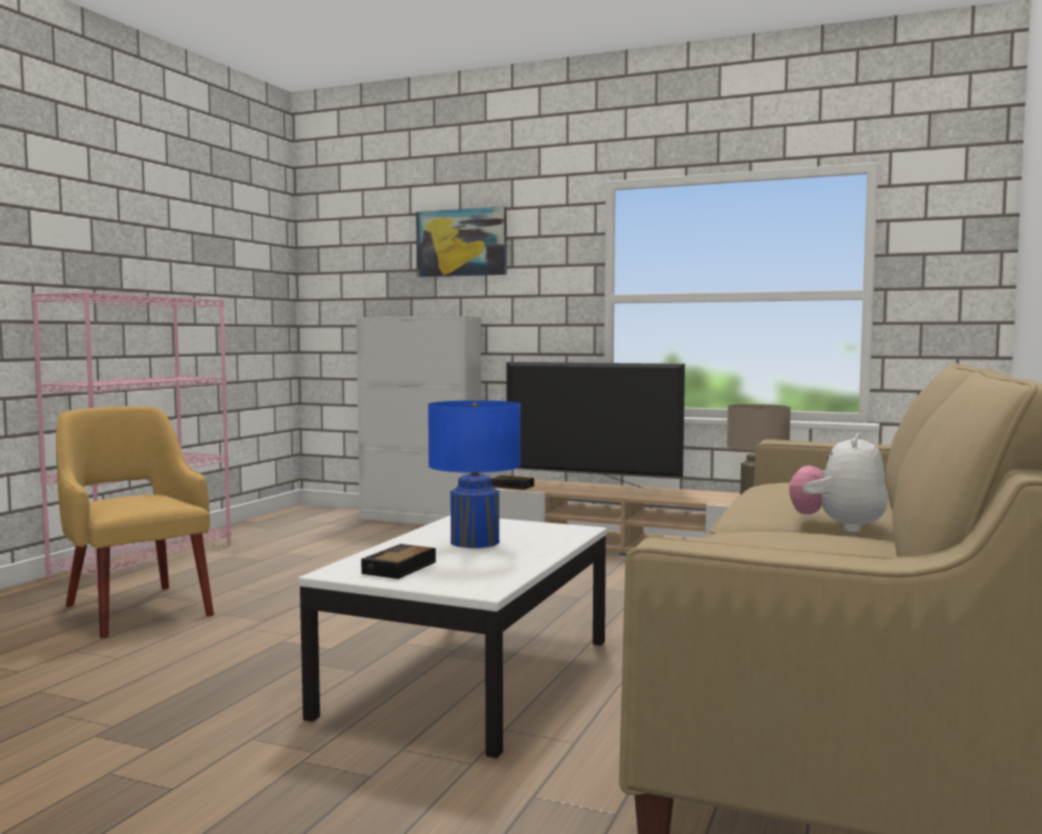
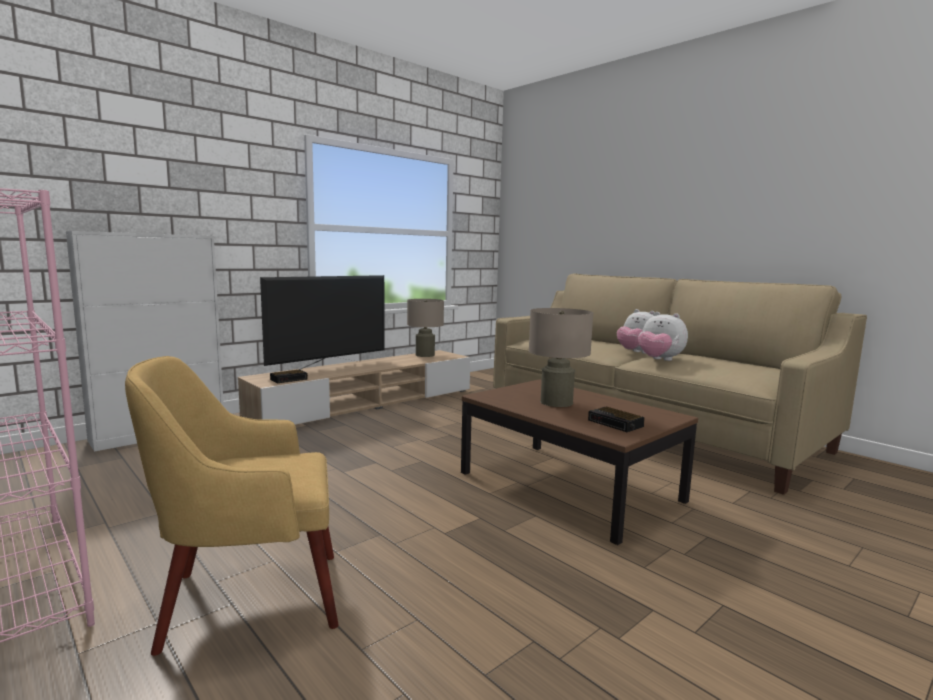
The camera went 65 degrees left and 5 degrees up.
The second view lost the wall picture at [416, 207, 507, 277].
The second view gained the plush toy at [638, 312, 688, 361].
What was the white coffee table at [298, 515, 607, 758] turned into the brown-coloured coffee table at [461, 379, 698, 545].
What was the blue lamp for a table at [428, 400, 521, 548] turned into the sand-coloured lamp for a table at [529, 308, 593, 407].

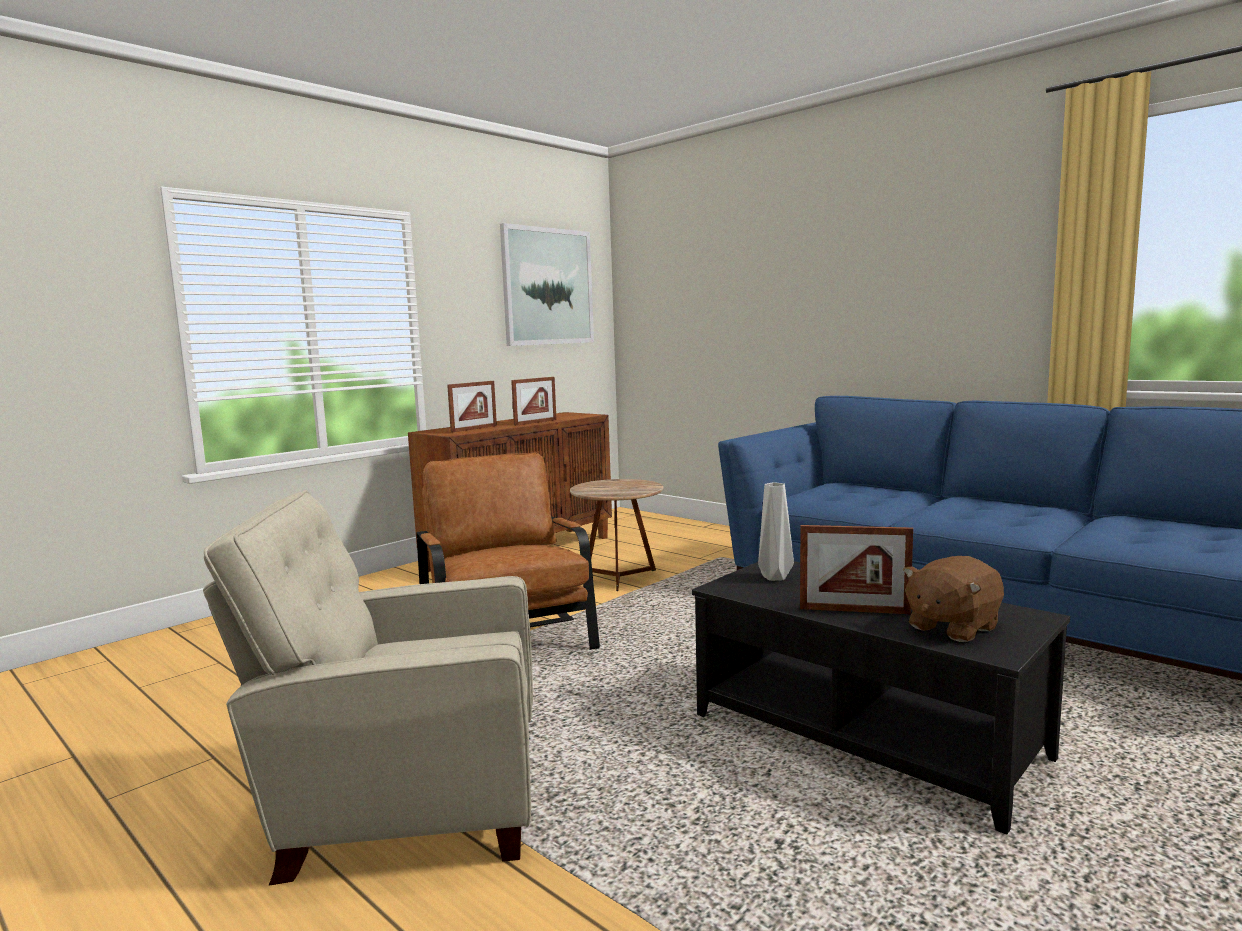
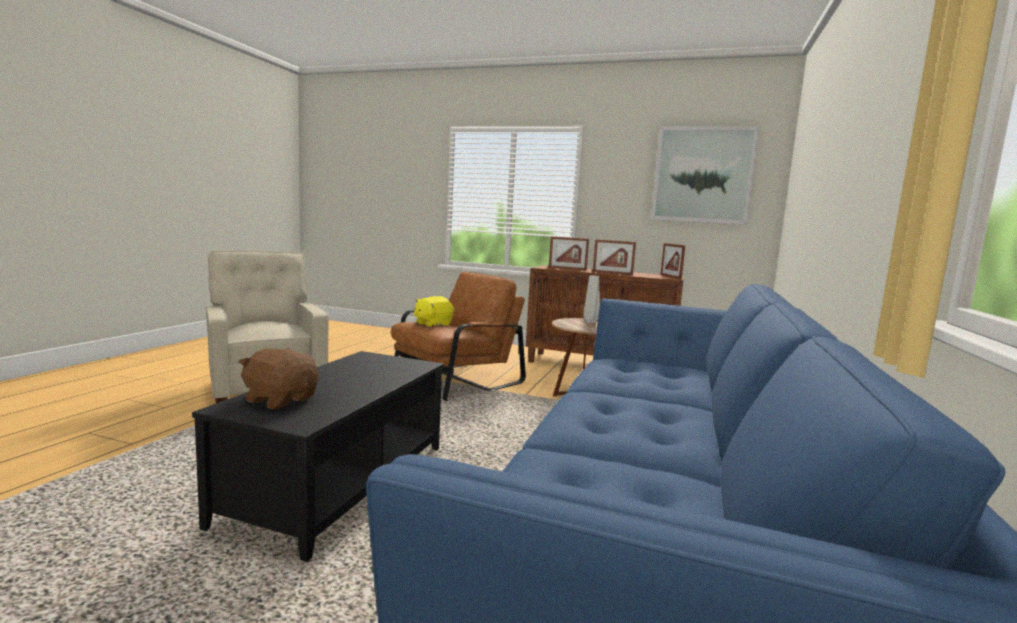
The camera went 65 degrees right and 0 degrees up.
The second view gained the yellow plush toy at [414, 296, 454, 327].
The gray decorative vase ended up elsewhere, having gone from [758, 482, 794, 581] to [583, 276, 600, 323].
The photo frame ended up elsewhere, having gone from [800, 525, 913, 614] to [661, 243, 685, 280].

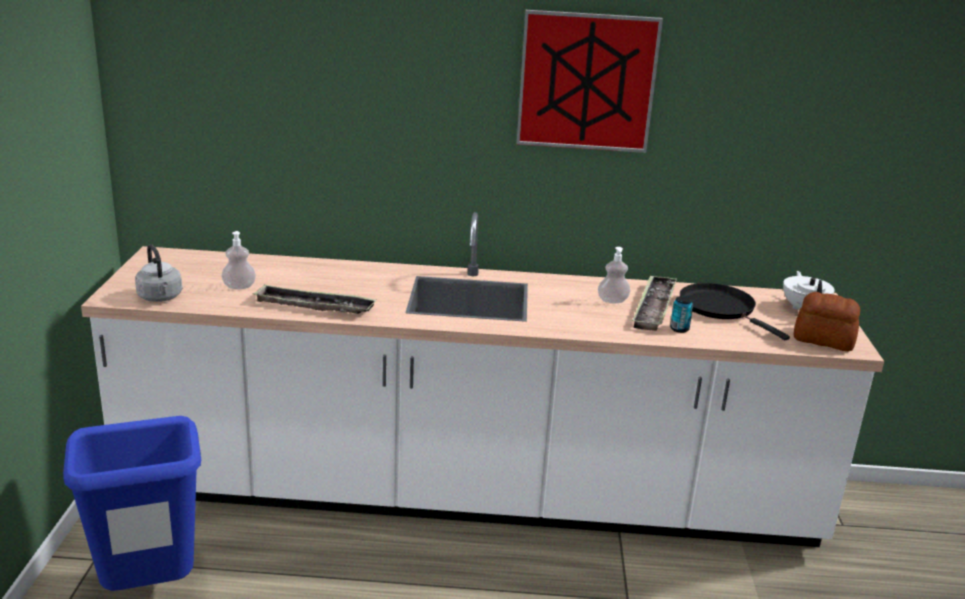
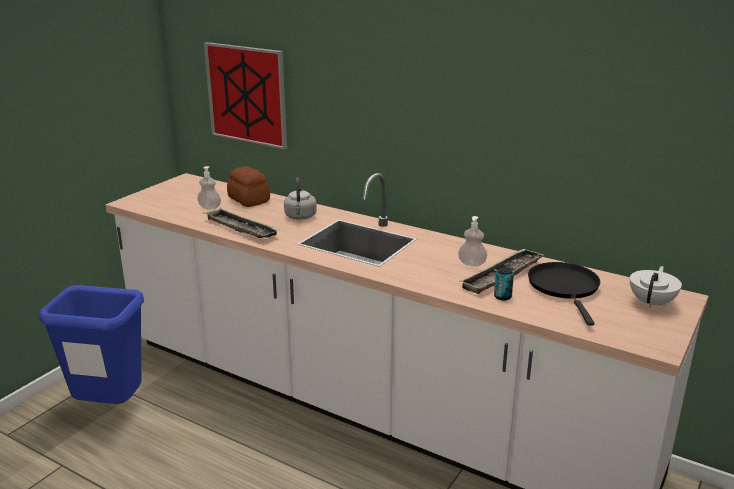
The camera went 30 degrees right and 0 degrees up.
The gray kettle ended up elsewhere, having gone from [135, 244, 182, 302] to [284, 177, 317, 220].
The wall picture ended up elsewhere, having gone from [516, 10, 663, 153] to [204, 42, 287, 149].
The bread ended up elsewhere, having gone from [793, 292, 860, 351] to [227, 166, 270, 207].

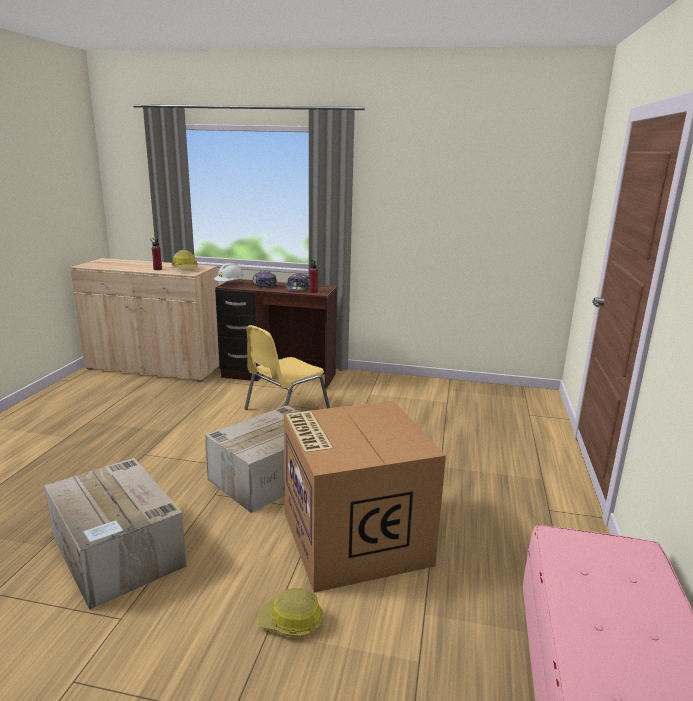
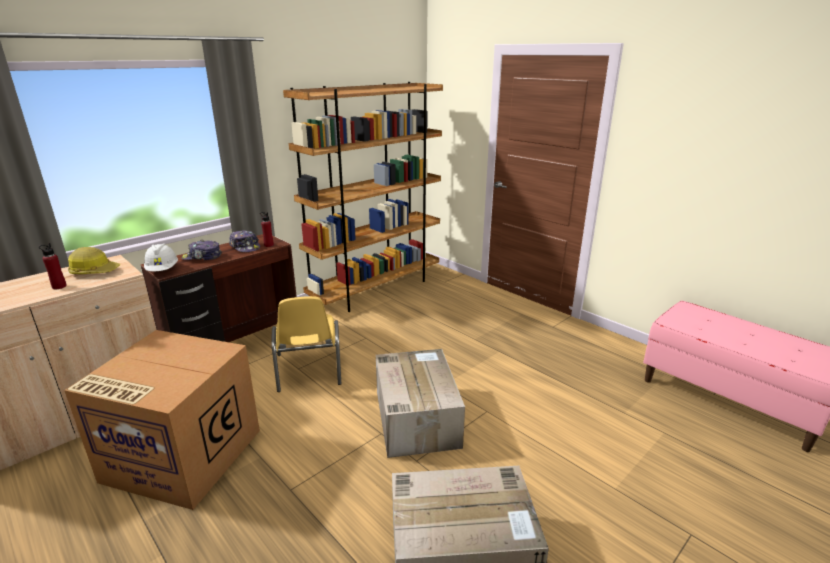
The camera went 55 degrees left and 5 degrees up.
The second view lost the work helmet at [257, 588, 323, 637].
The second view gained the brown-coloured bookcase at [283, 82, 443, 312].
The cardboard box ended up elsewhere, having gone from [284, 401, 446, 593] to [64, 330, 260, 510].

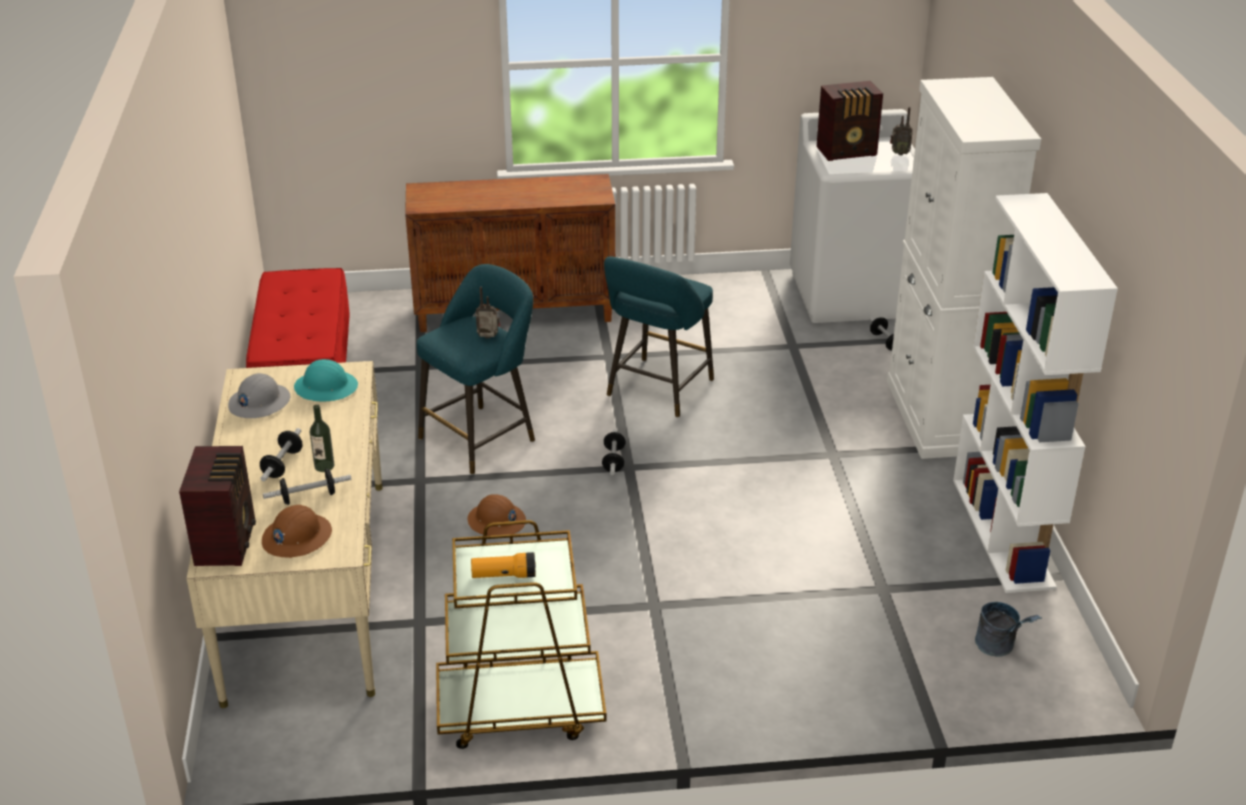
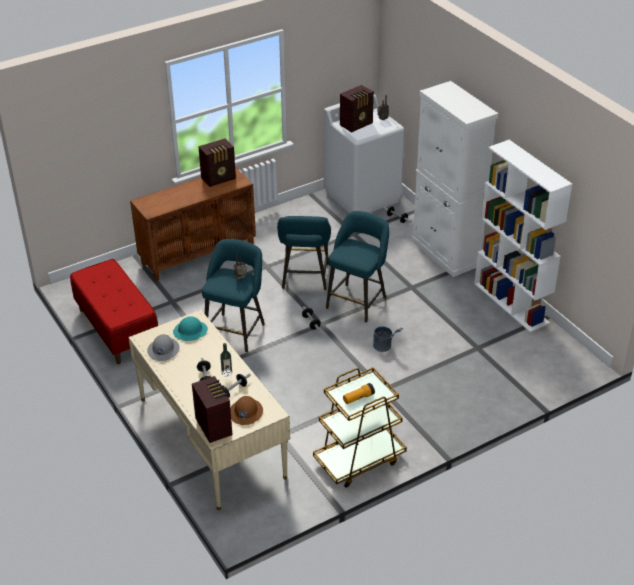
The camera went 25 degrees left and 5 degrees up.
The second view lost the brown-coloured work helmet at [468, 494, 526, 536].
The second view gained the radio at [198, 138, 236, 187].
The second view gained the turquoise-coloured stool seat at [326, 211, 390, 323].
The gray pail ended up elsewhere, having gone from [975, 602, 1042, 657] to [373, 327, 404, 352].

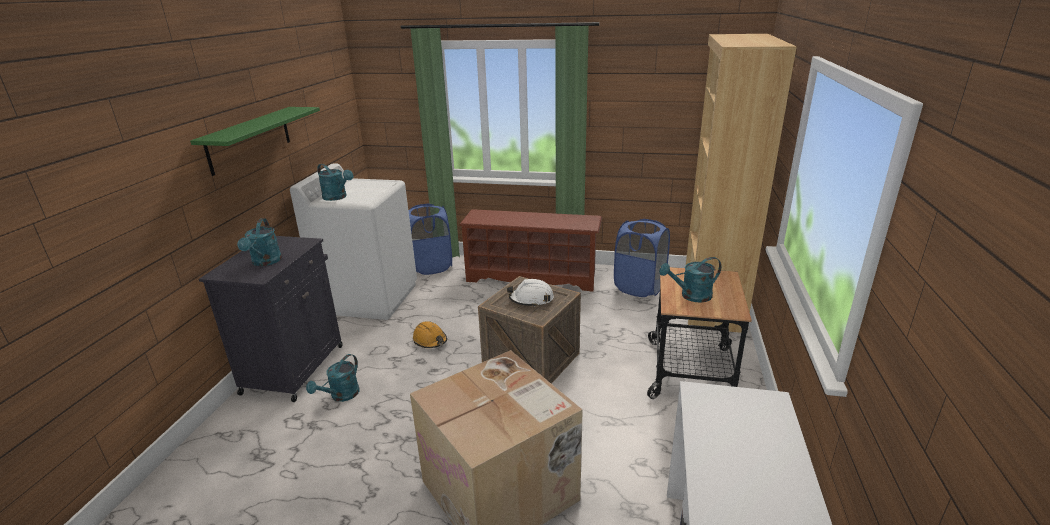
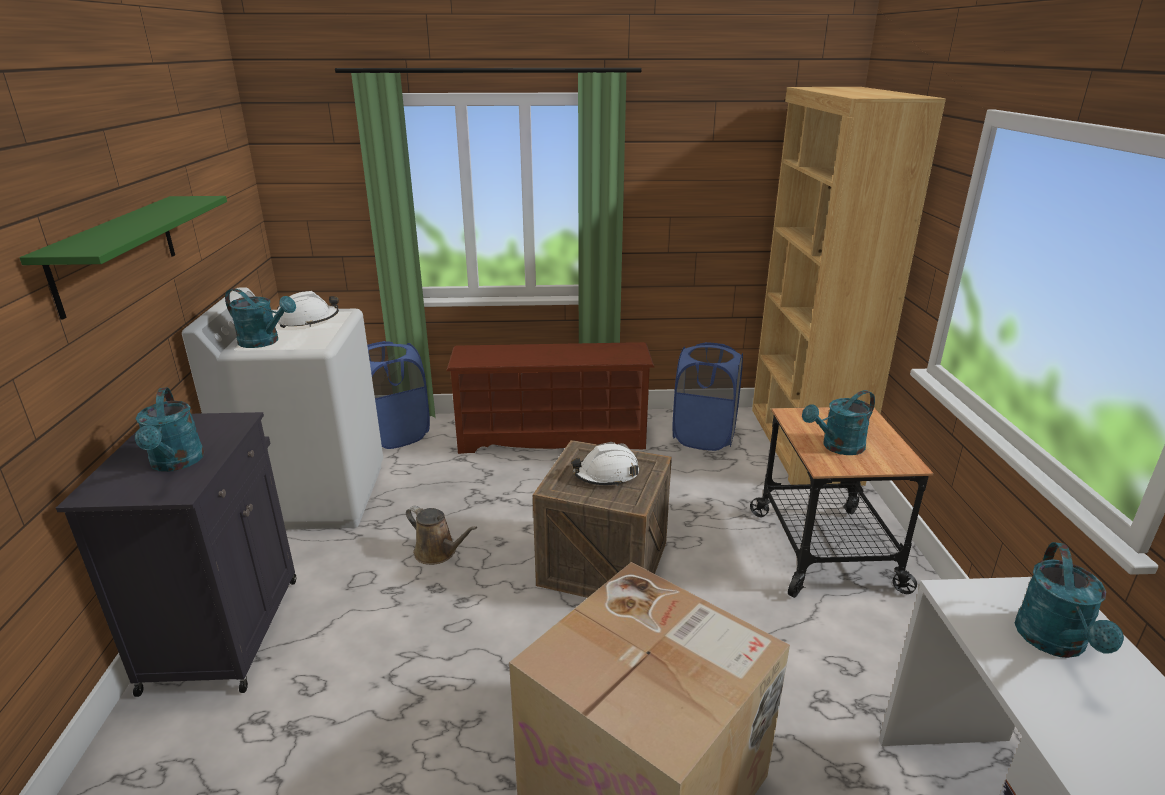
The camera went 15 degrees left and 0 degrees up.
The second view gained the white work helmet at [277, 291, 339, 328].
The turquoise-coloured watering pot ended up elsewhere, having gone from [306, 354, 359, 402] to [1015, 542, 1124, 658].
Where the orange-coloured work helmet stood at [413, 321, 447, 348], the brown-coloured watering pot came to stand at [406, 506, 477, 565].

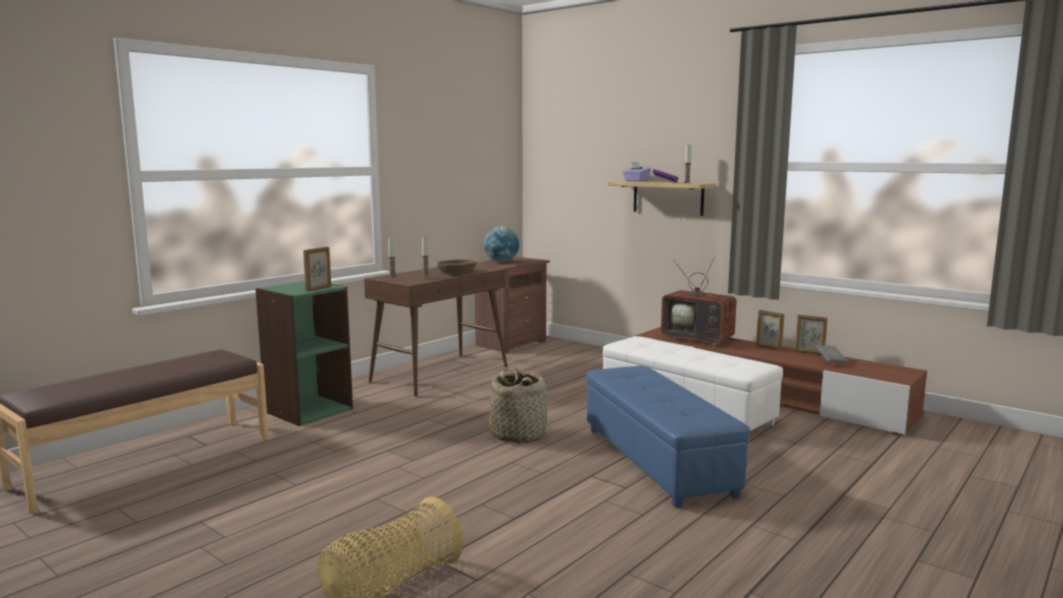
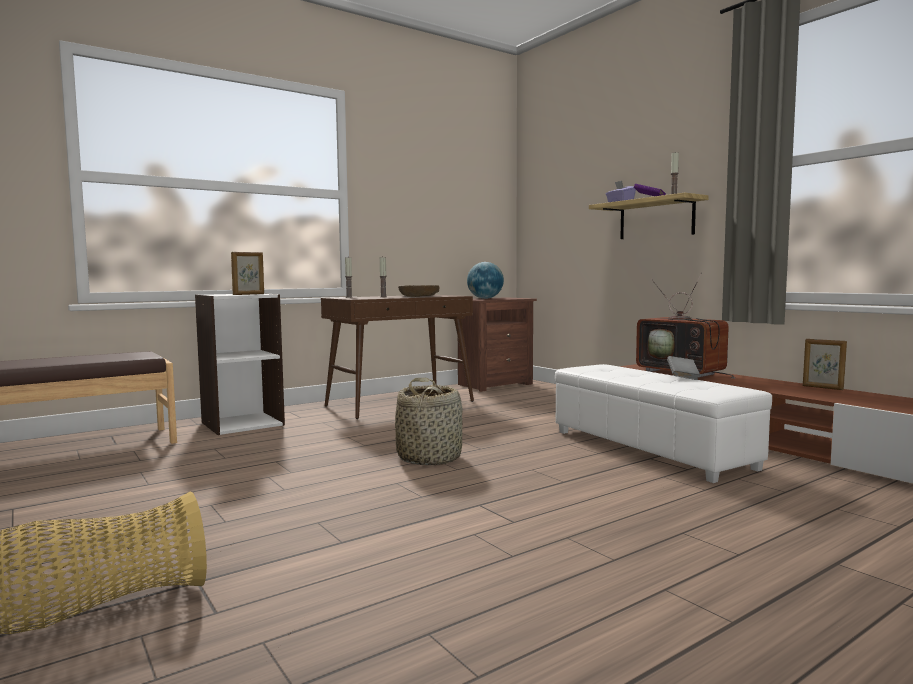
The camera went 15 degrees right and 5 degrees down.
The second view lost the blue ottoman at [586, 366, 750, 508].
The second view lost the photo frame at [756, 310, 784, 351].
The gray bound book ended up elsewhere, having gone from [816, 344, 848, 366] to [667, 356, 700, 380].
What was the greenish bookcase at [255, 281, 353, 426] turned into the white bookcase at [195, 293, 285, 435].

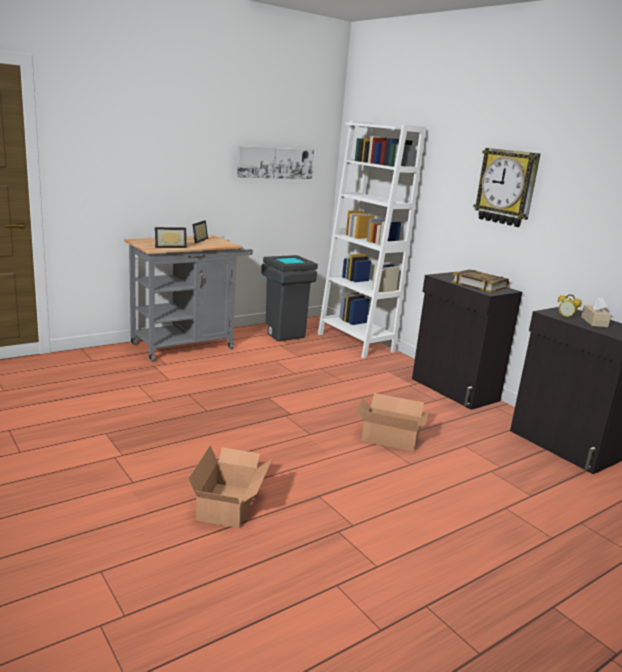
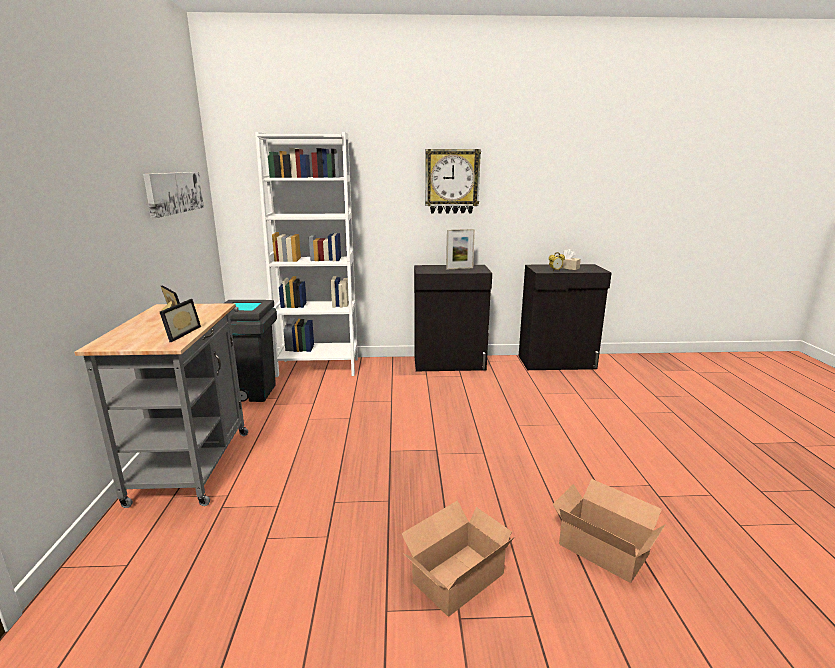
The camera went 55 degrees left and 0 degrees up.
The cardboard box ended up elsewhere, having gone from [357, 393, 429, 452] to [401, 500, 514, 617].
Where the bound book stood at [451, 269, 509, 293], the photo frame came to stand at [446, 229, 475, 269].

